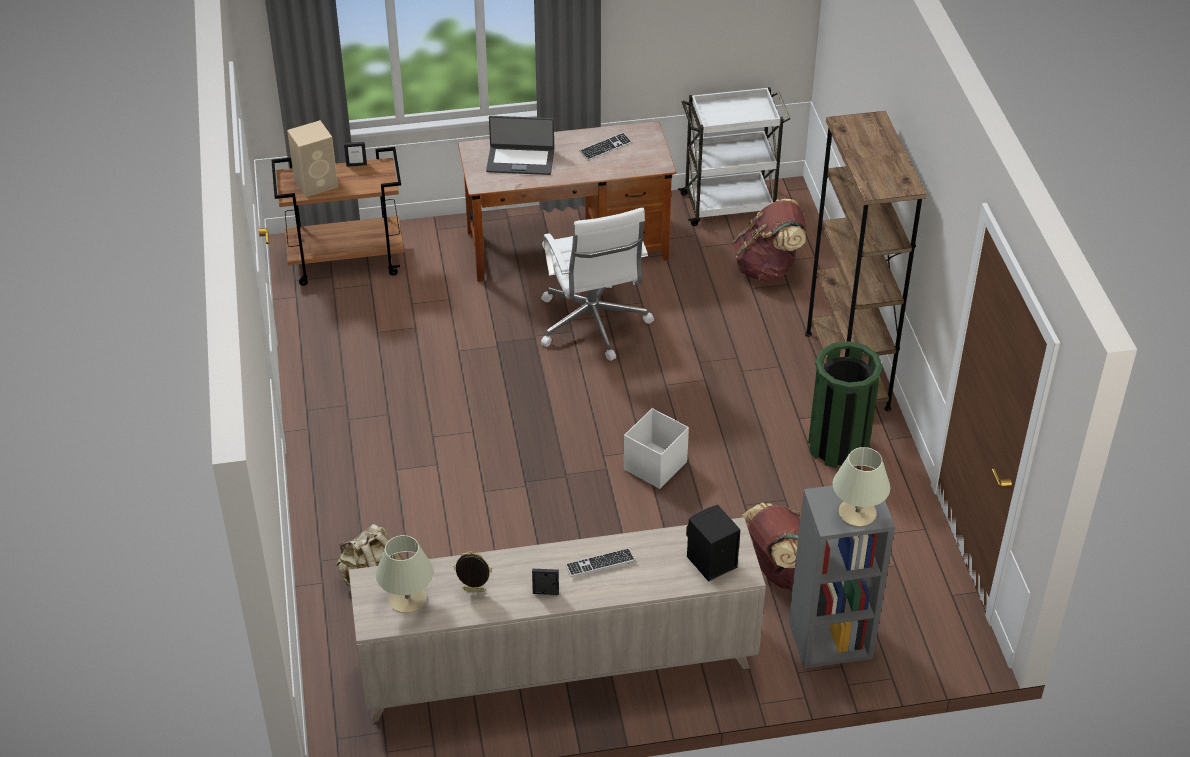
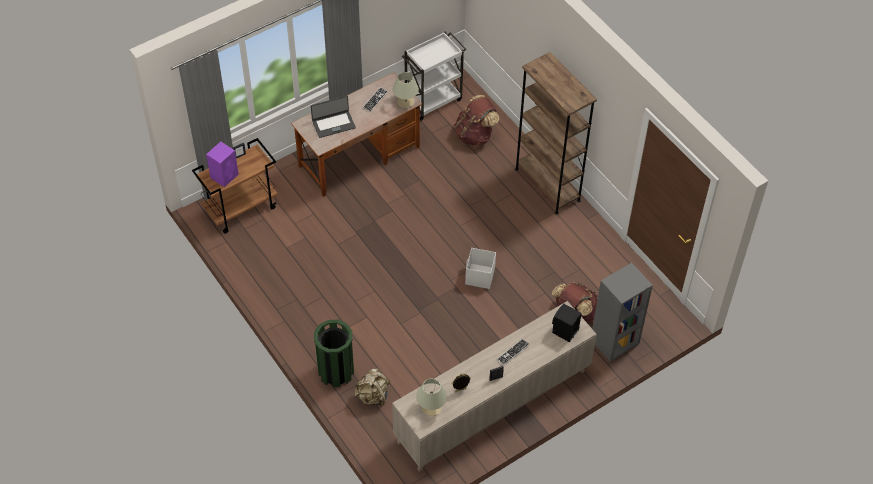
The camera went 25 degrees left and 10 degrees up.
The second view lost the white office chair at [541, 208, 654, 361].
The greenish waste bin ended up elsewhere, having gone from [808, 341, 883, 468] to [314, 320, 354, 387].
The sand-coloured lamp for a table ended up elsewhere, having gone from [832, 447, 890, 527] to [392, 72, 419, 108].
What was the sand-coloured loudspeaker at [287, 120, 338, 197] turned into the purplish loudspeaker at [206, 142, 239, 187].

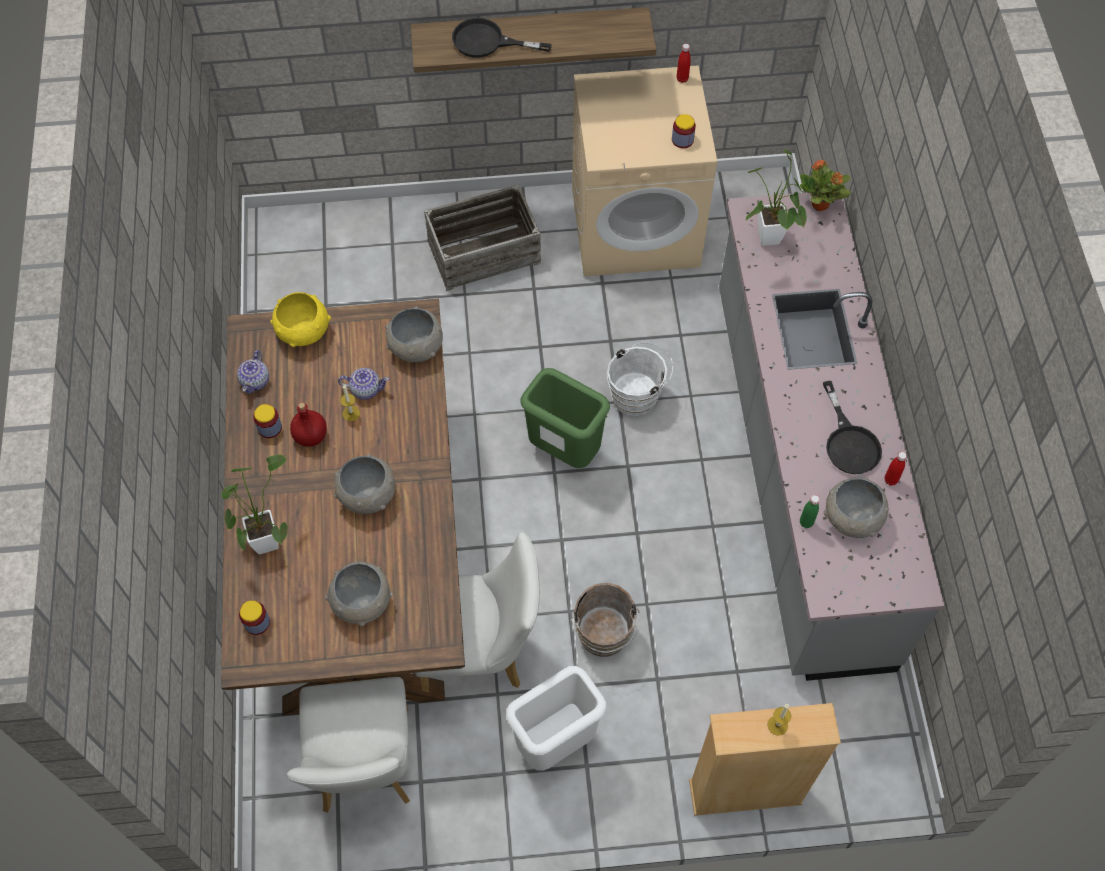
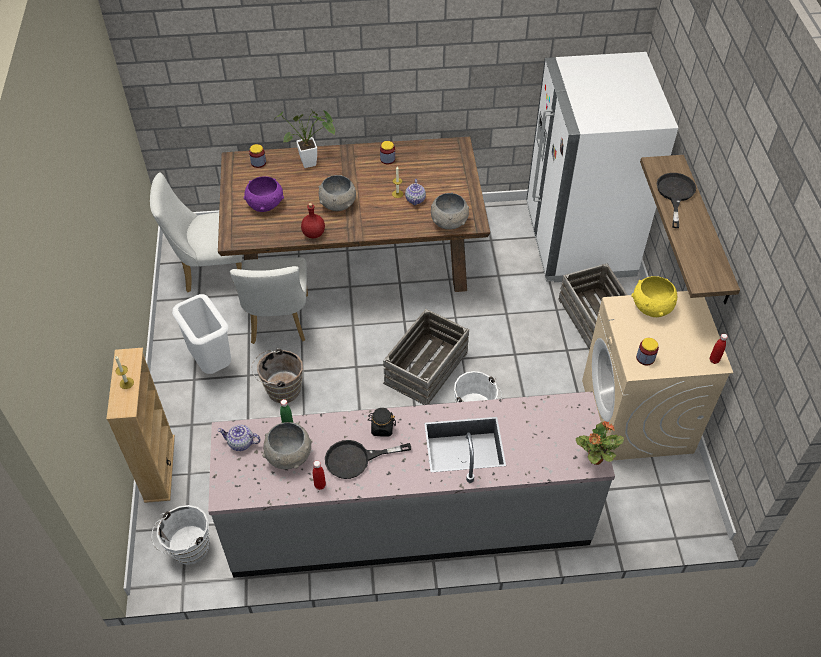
The camera went 90 degrees right and 10 degrees down.
The second view lost the potted plant at [745, 149, 807, 246].
The second view gained the white pail at [151, 505, 209, 565].
The second view gained the black preserve jar at [368, 408, 396, 436].
The second view gained the white fridge at [526, 52, 678, 282].
The pot for tea ended up elsewhere, having gone from [237, 350, 269, 394] to [218, 425, 261, 451].
The yellow deep dish ended up elsewhere, having gone from [271, 292, 331, 347] to [631, 276, 677, 317].
The red bottle ended up elsewhere, having gone from [290, 402, 327, 446] to [301, 203, 325, 238].
Where the greenish waste bin stood at [520, 368, 610, 468], the shipping crate came to stand at [383, 309, 469, 405].
What was the gray deep dish at [325, 562, 393, 626] turned into the purplish deep dish at [244, 176, 284, 212].

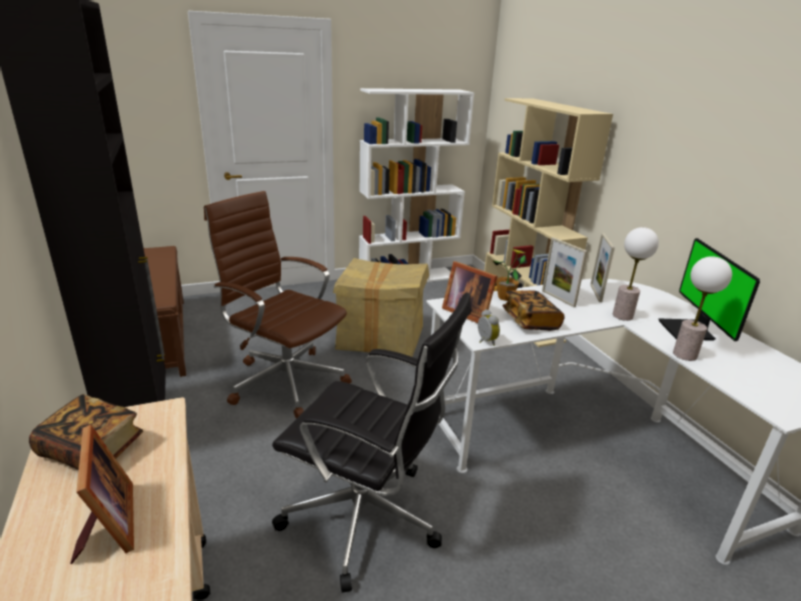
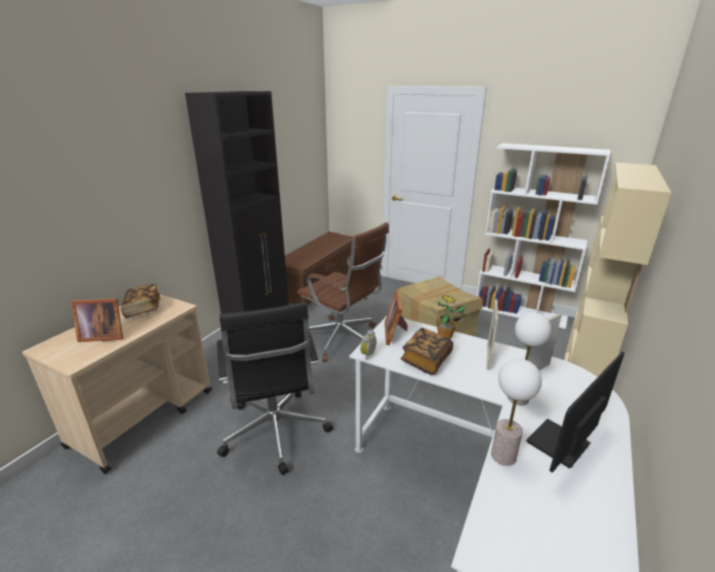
The camera went 50 degrees right and 0 degrees up.
The photo frame at [70, 424, 134, 564] ended up facing another way, 60 degrees clockwise from before.
The brown-coloured office chair at [204, 191, 352, 419] ended up facing another way, 135 degrees clockwise from before.

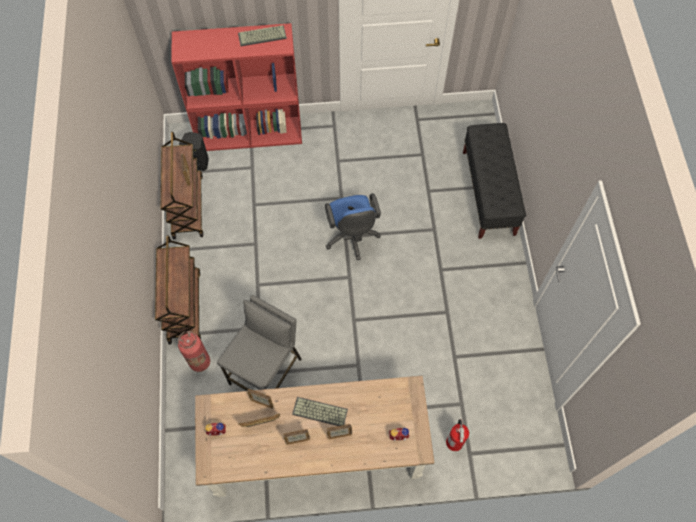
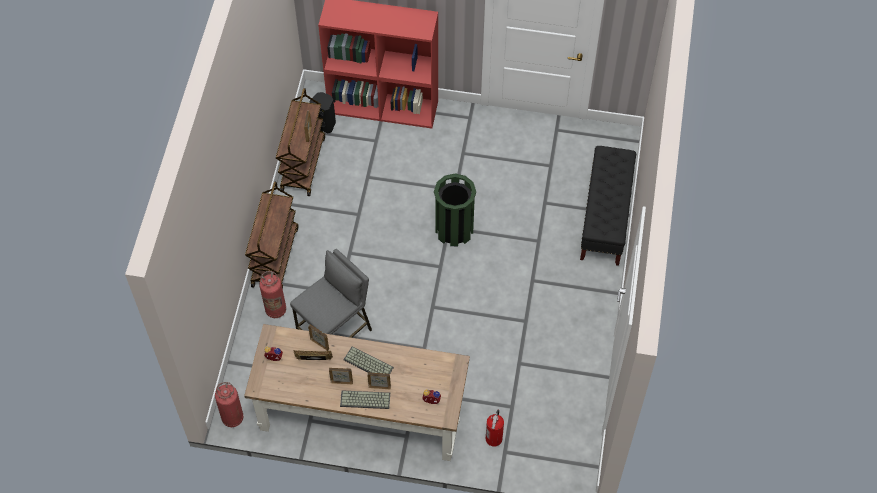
The camera went 15 degrees right and 5 degrees down.
The second view gained the fire-fighting cylinder at [215, 382, 244, 427].
The computer keyboard ended up elsewhere, having gone from [238, 25, 287, 46] to [340, 390, 390, 409].
Where the blue office chair stood at [325, 193, 381, 260], the greenish waste bin came to stand at [434, 173, 476, 246].

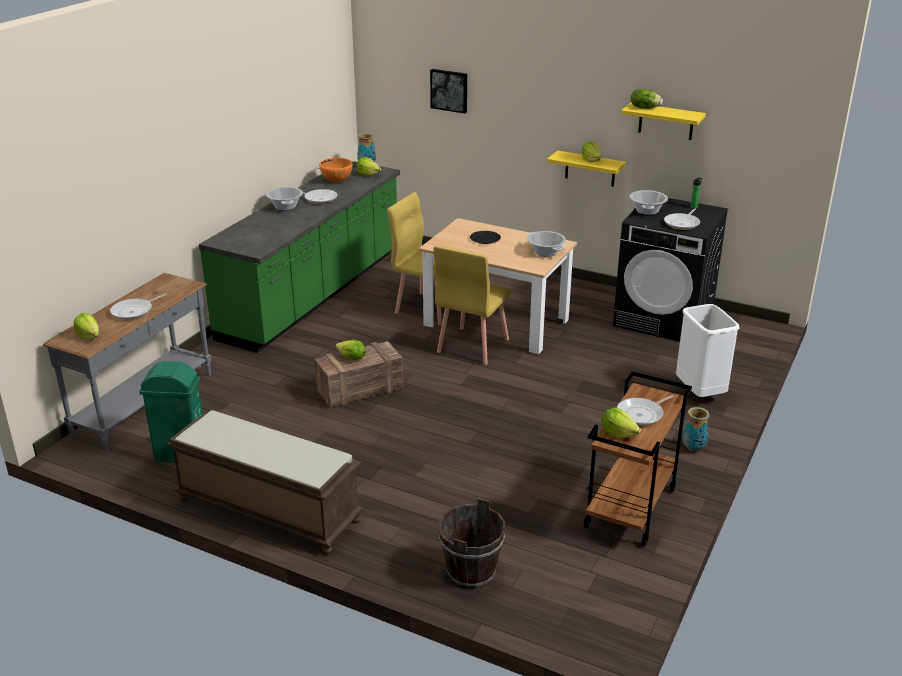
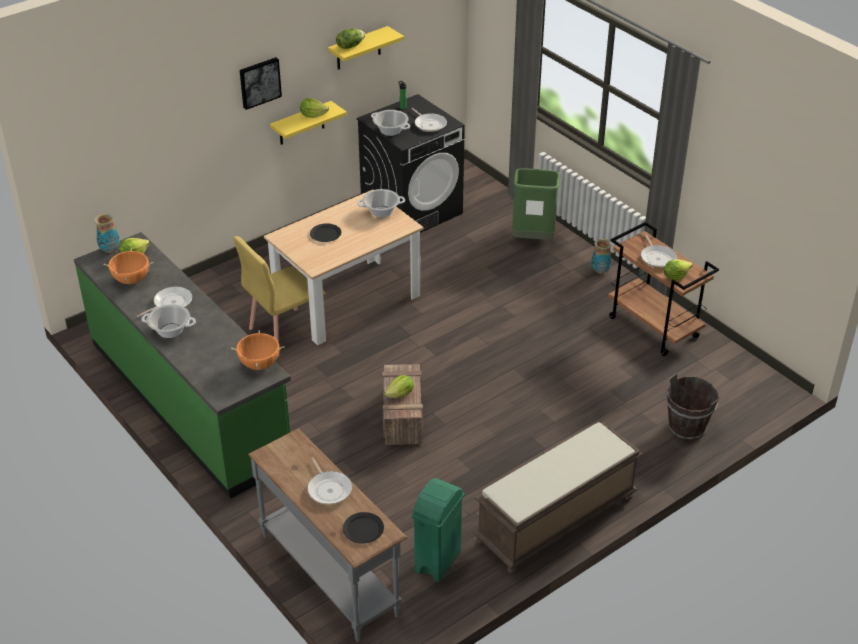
The camera went 65 degrees left and 10 degrees up.
The second view lost the yellow upright chair at [433, 246, 512, 365].
The second view gained the orange-coloured saucepot at [231, 330, 285, 370].
The wall picture ended up elsewhere, having gone from [430, 69, 467, 113] to [240, 57, 282, 110].
Where the lettuce head stood at [74, 313, 99, 340], the black plate came to stand at [343, 512, 384, 544].
What was the white waste bin at [676, 304, 740, 397] turned into the greenish waste bin at [512, 168, 560, 240].

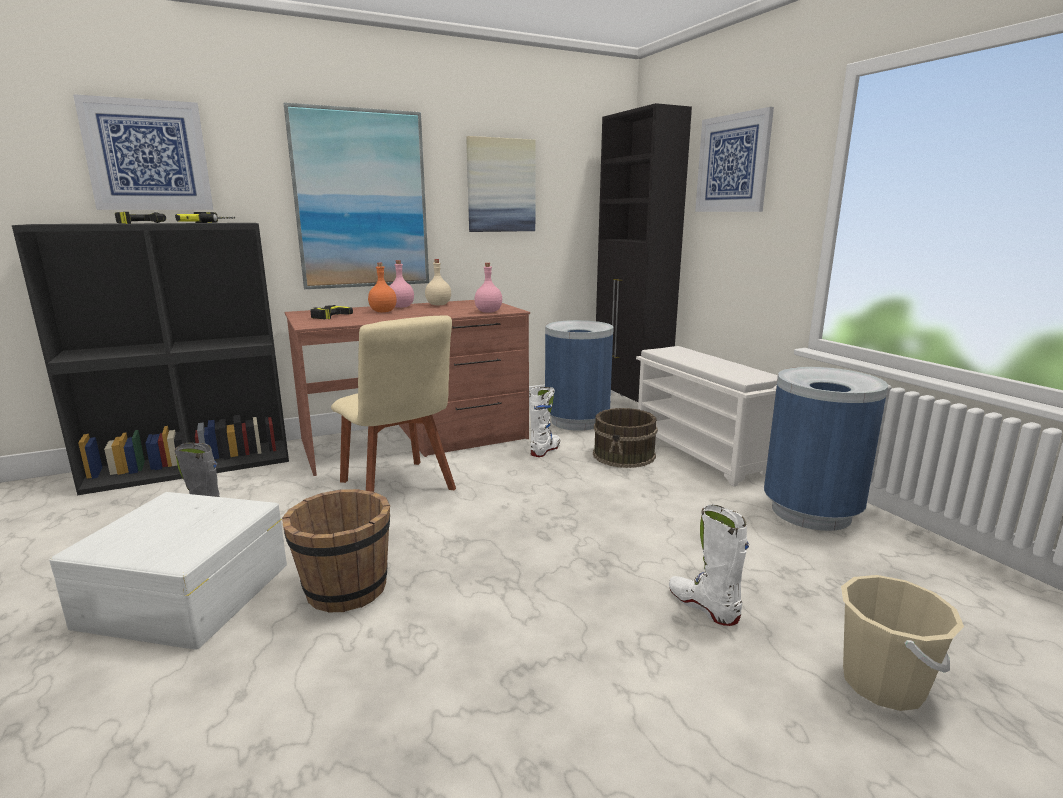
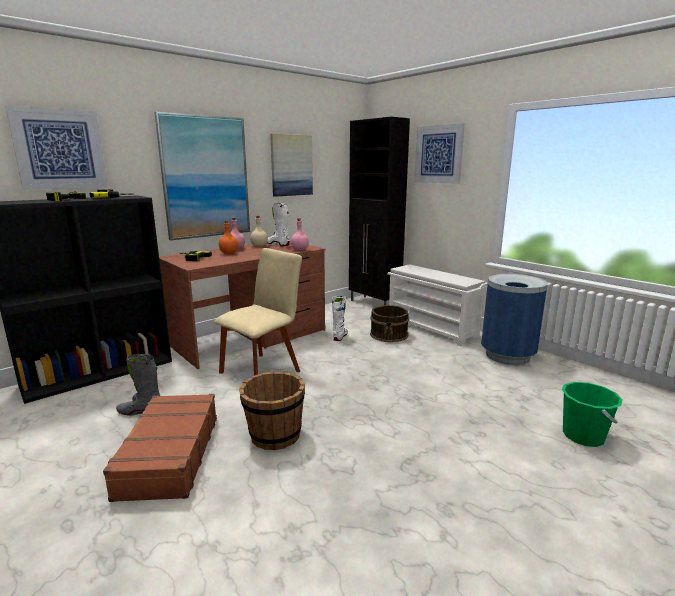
The camera went 15 degrees left and 0 degrees up.
The second view lost the blue waste bin at [545, 320, 614, 431].
The white high-top boot ended up elsewhere, having gone from [669, 504, 749, 626] to [267, 203, 290, 247].
Where the white storage box stood at [49, 492, 287, 650], the brown-coloured travel case came to stand at [103, 394, 217, 502].
What was the sand-coloured pail at [841, 575, 964, 711] turned into the greenish pail at [562, 382, 623, 447].
The sand-coloured upright chair at [331, 315, 456, 492] ended up facing another way, 90 degrees counterclockwise from before.

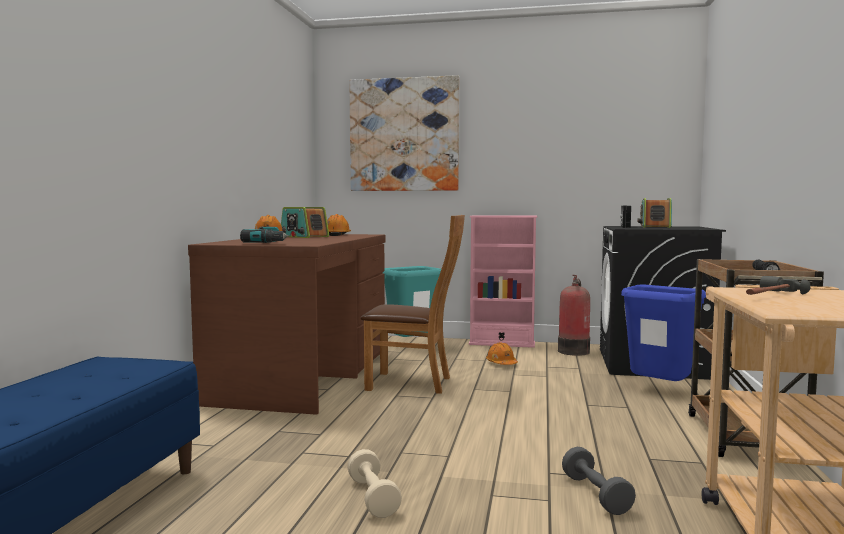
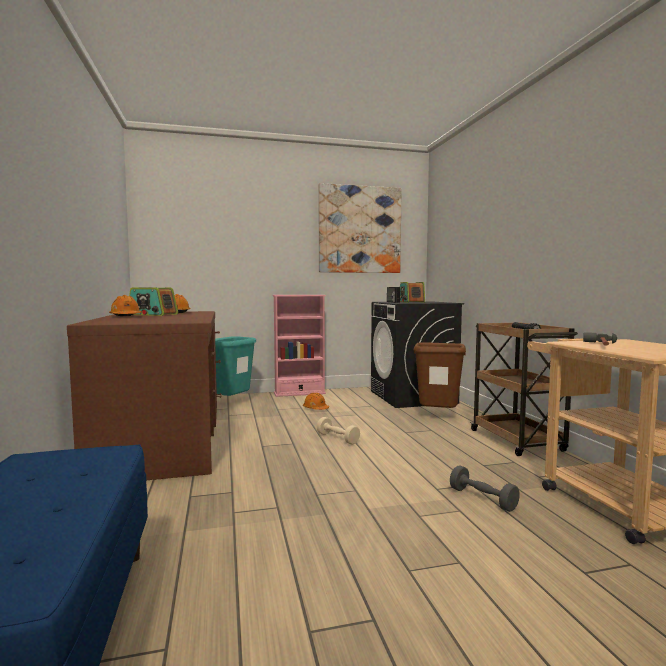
The camera went 25 degrees left and 0 degrees up.
The second view lost the drill at [240, 226, 289, 243].
The second view lost the brown-coloured upright chair at [361, 215, 465, 394].
The second view lost the fire-fighting cylinder at [558, 275, 590, 356].
The sand-coloured dumbbell ended up elsewhere, having gone from [347, 449, 402, 518] to [317, 417, 360, 445].
The wall picture ended up elsewhere, having gone from [349, 75, 459, 191] to [319, 183, 402, 273].
What was the blue waste bin at [621, 285, 706, 381] turned into the brown-coloured waste bin at [414, 342, 466, 408].

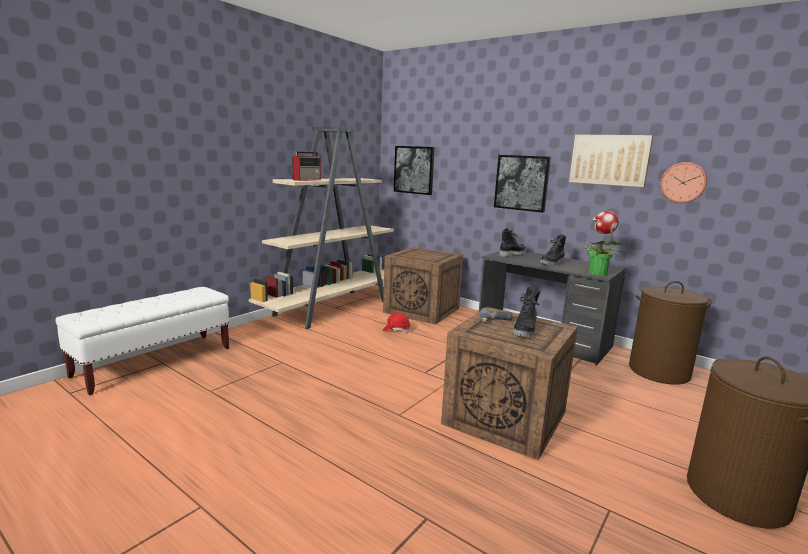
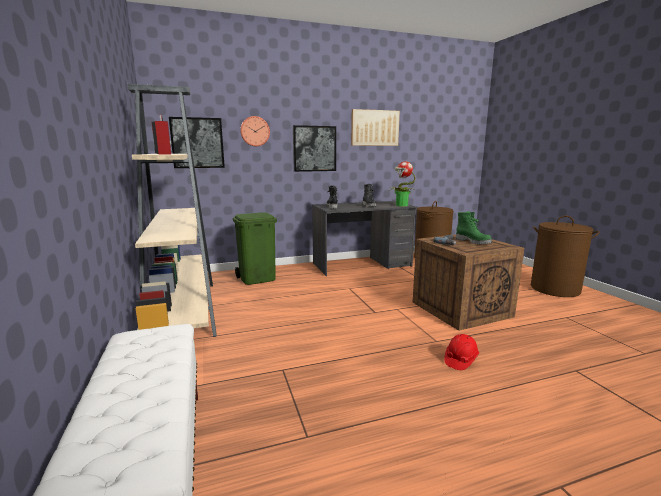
The camera went 55 degrees left and 0 degrees up.
The red work helmet ended up elsewhere, having gone from [383, 312, 411, 332] to [444, 334, 479, 370].
The wall clock ended up elsewhere, having gone from [660, 162, 707, 203] to [240, 116, 270, 146].
Where the shipping crate stood at [383, 247, 463, 325], the greenish waste bin came to stand at [233, 212, 277, 285].
What was the black high-top boot at [513, 287, 540, 337] turned into the greenish high-top boot at [456, 211, 492, 244].

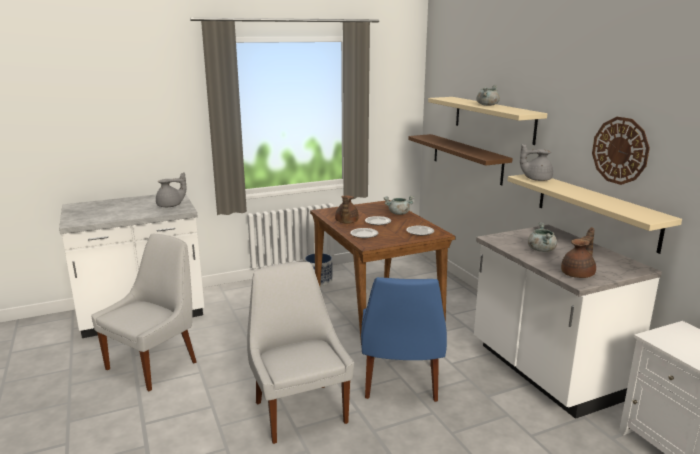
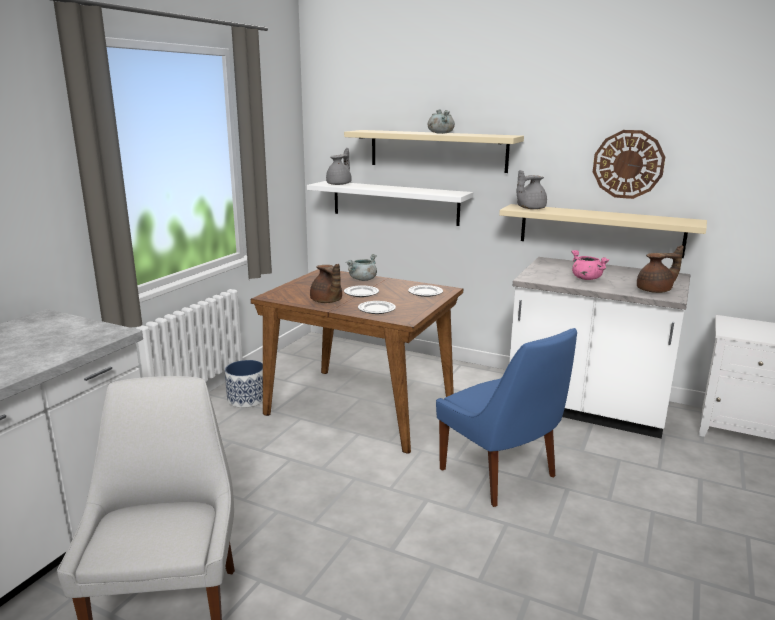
The camera went 40 degrees left and 0 degrees up.
The second view lost the white upright chair at [247, 262, 354, 444].
The gray pot for tea ended up elsewhere, having gone from [156, 172, 186, 207] to [326, 148, 352, 185].
What was the brown-coloured bracket shelf at [408, 134, 513, 186] turned into the white bracket shelf at [307, 181, 473, 226].
What was the gray saucepot at [528, 222, 557, 252] turned into the pink saucepot at [571, 250, 610, 280].
The brown-coloured pot for tea at [561, 227, 596, 278] ended up facing another way, 75 degrees clockwise from before.

